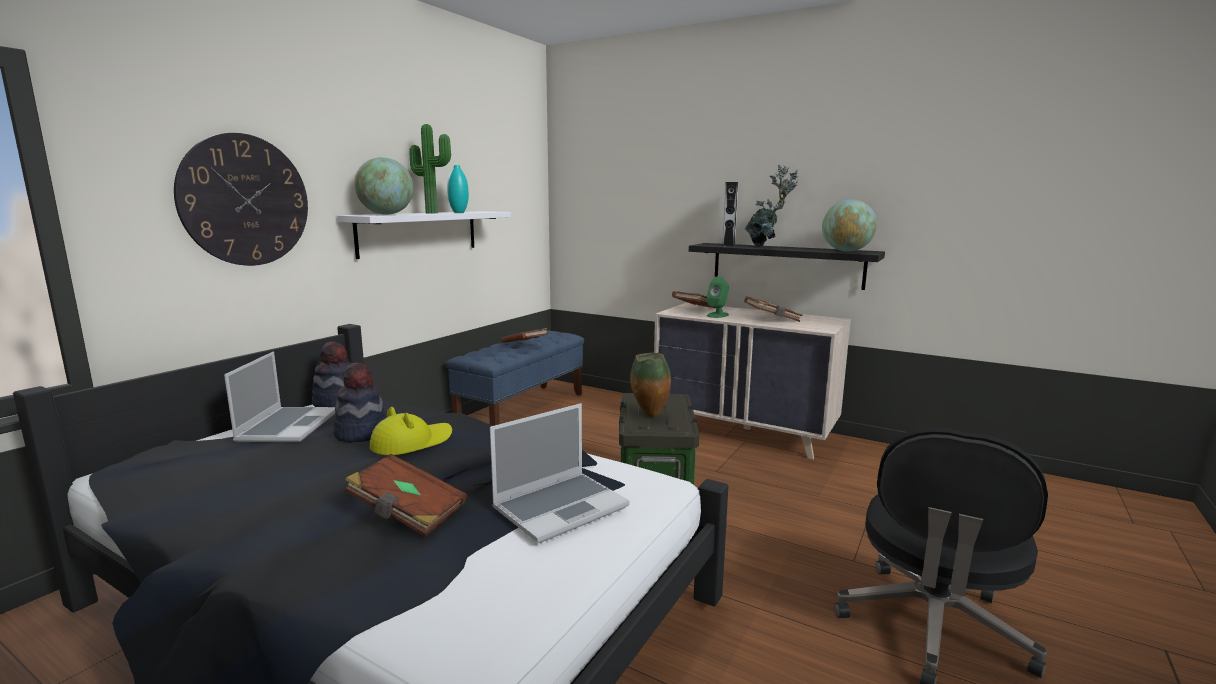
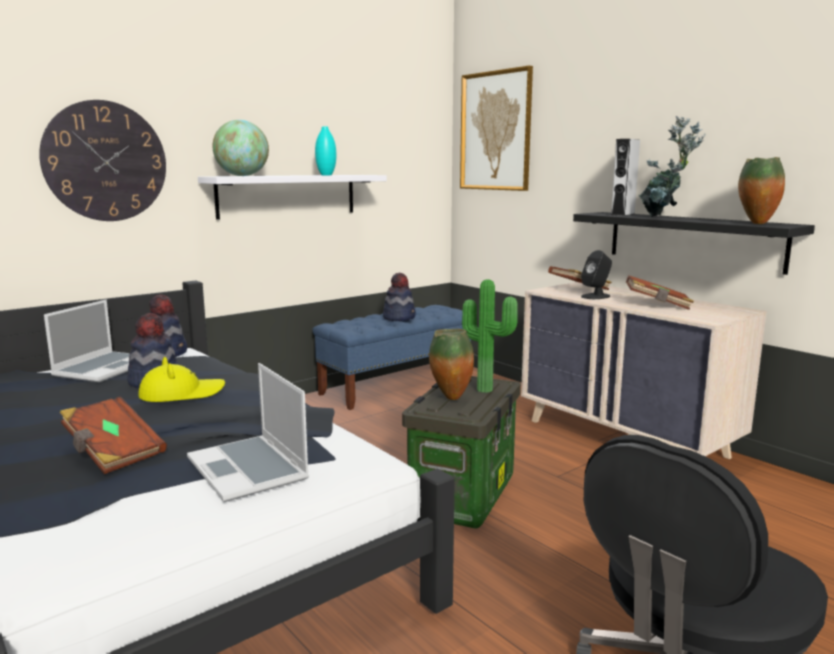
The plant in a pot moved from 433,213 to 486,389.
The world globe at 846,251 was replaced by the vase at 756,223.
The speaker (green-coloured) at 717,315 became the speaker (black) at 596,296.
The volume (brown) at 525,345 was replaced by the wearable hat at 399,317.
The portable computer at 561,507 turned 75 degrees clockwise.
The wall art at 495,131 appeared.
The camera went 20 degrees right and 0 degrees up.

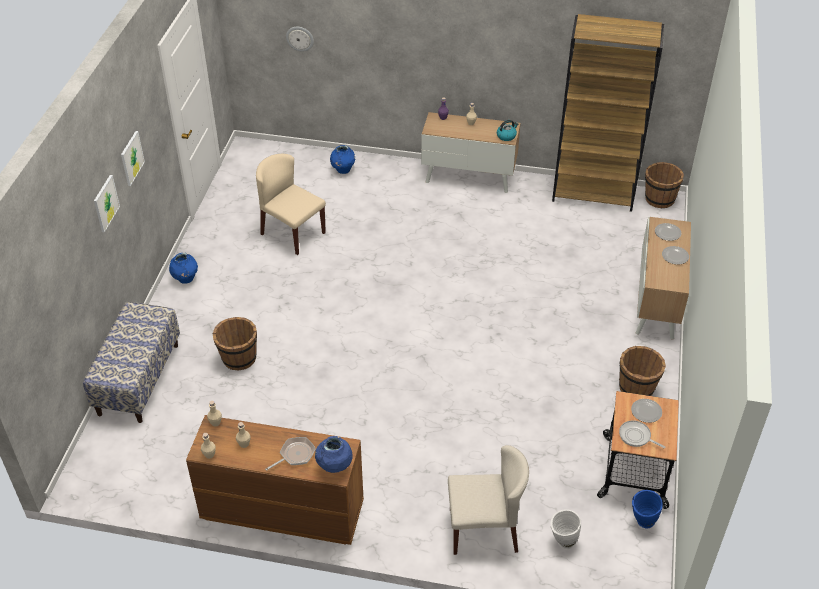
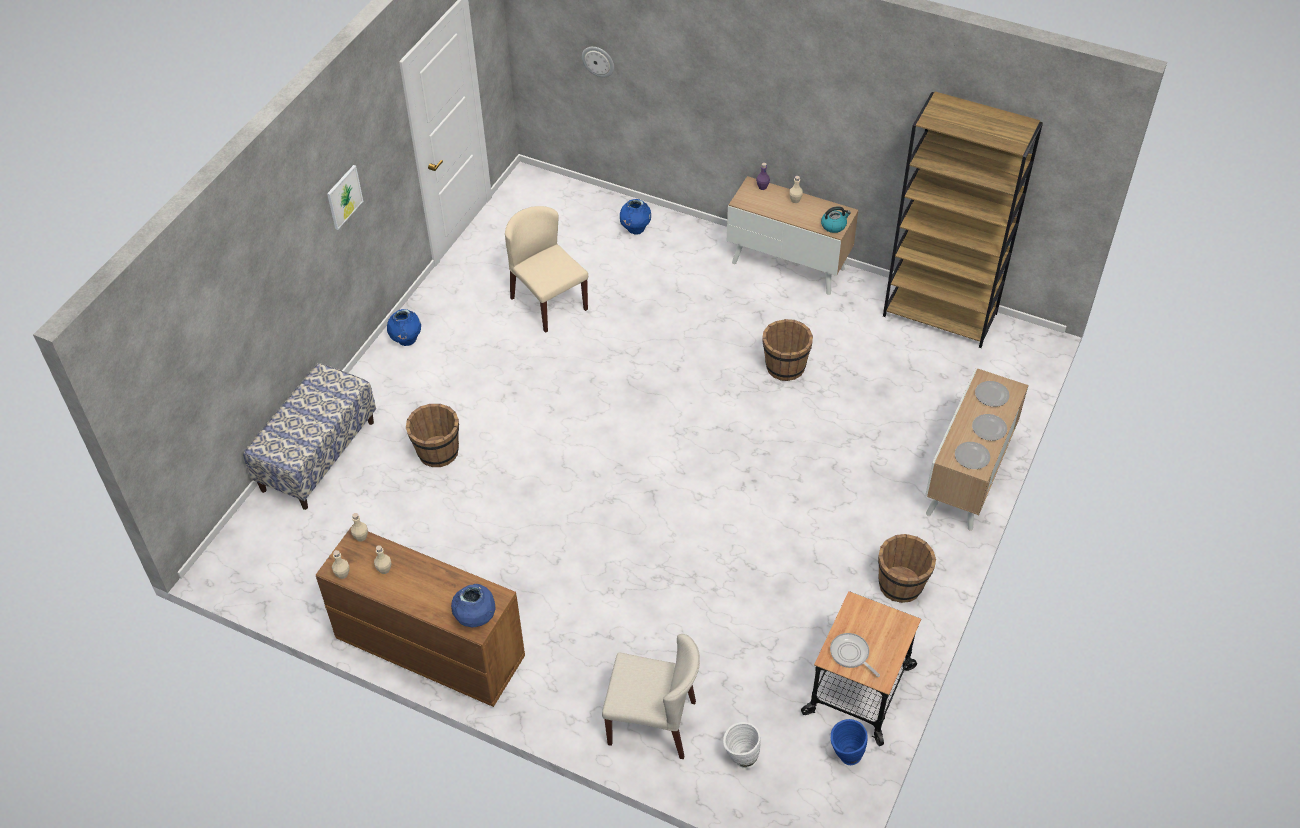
The bucket (brown) moved from 659,199 to 785,366.
The wall art at 106,203 disappeared.
The flat dish moved from 646,411 to 972,457.
The skillet at 295,455 disappeared.
The camera went 15 degrees right and 5 degrees up.

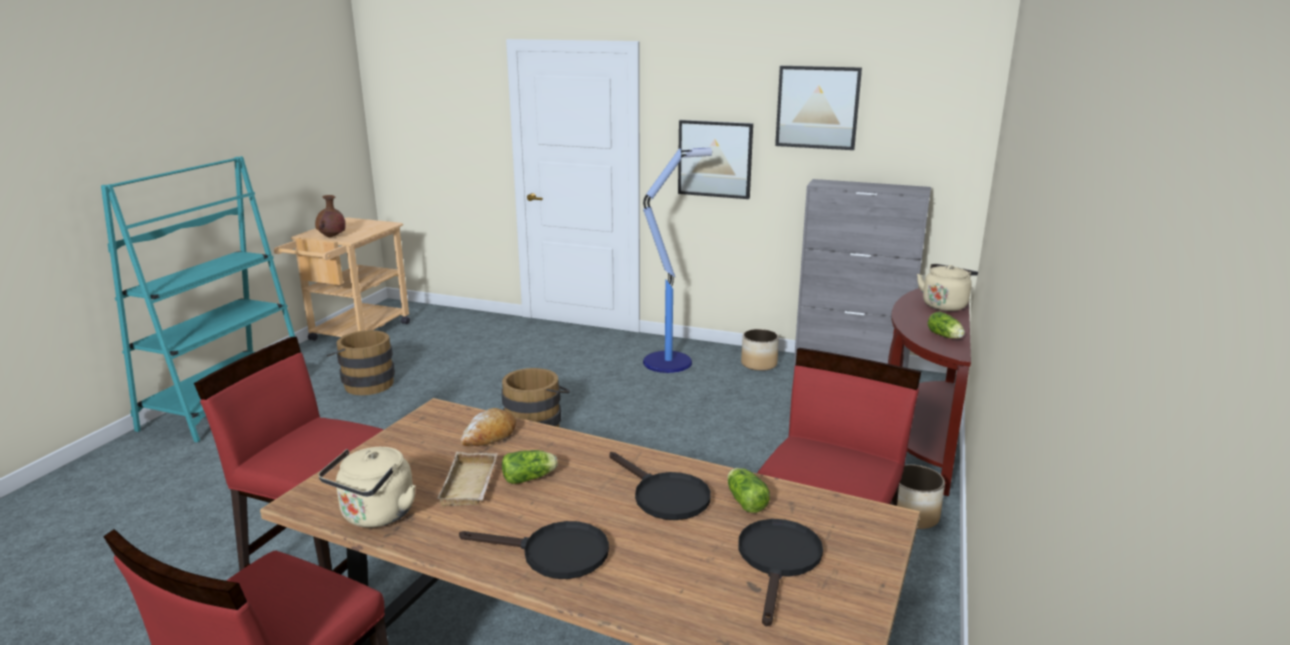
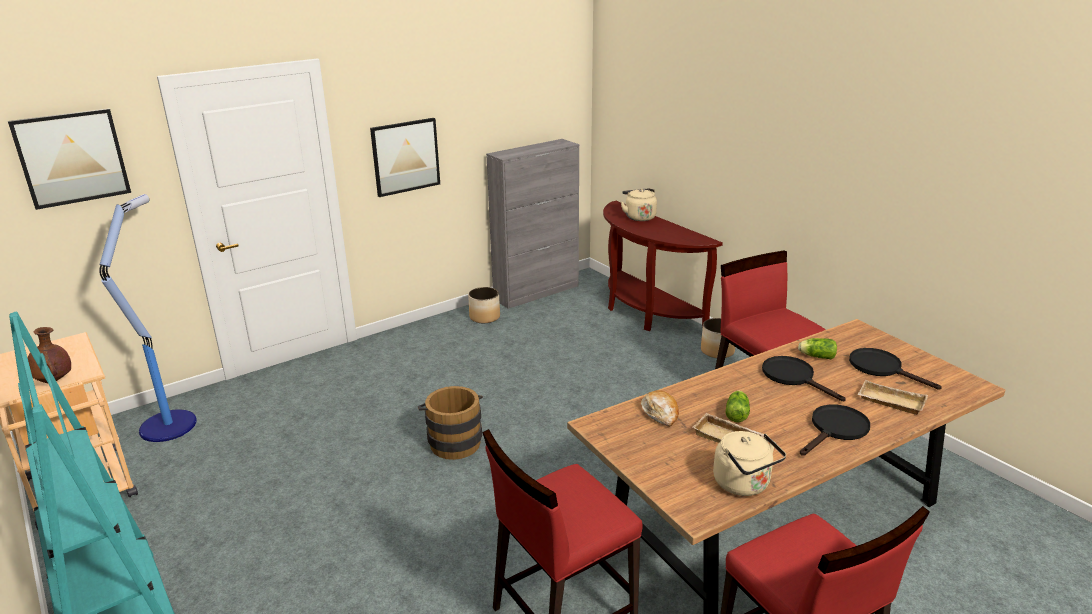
The wall art moved from 817,107 to 72,158.
The standard lamp moved from 669,362 to 169,424.
The head of lettuce at 945,336 disappeared.
The bucket (brown) at 365,383 disappeared.
The skillet (black) at 664,496 turned 120 degrees counterclockwise.
The tray (sand-coloured) at 889,402 appeared.
The camera went 55 degrees left and 5 degrees up.

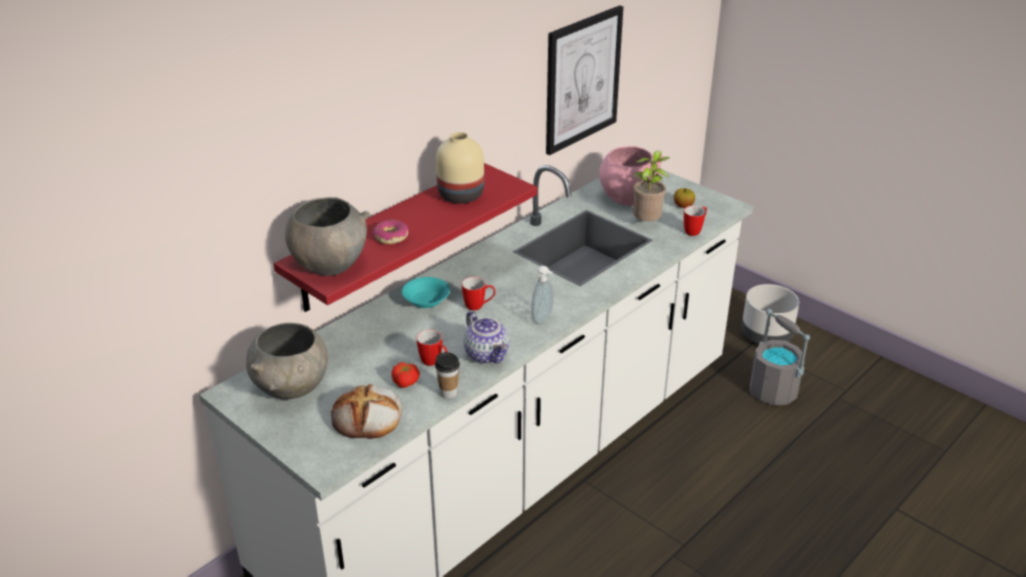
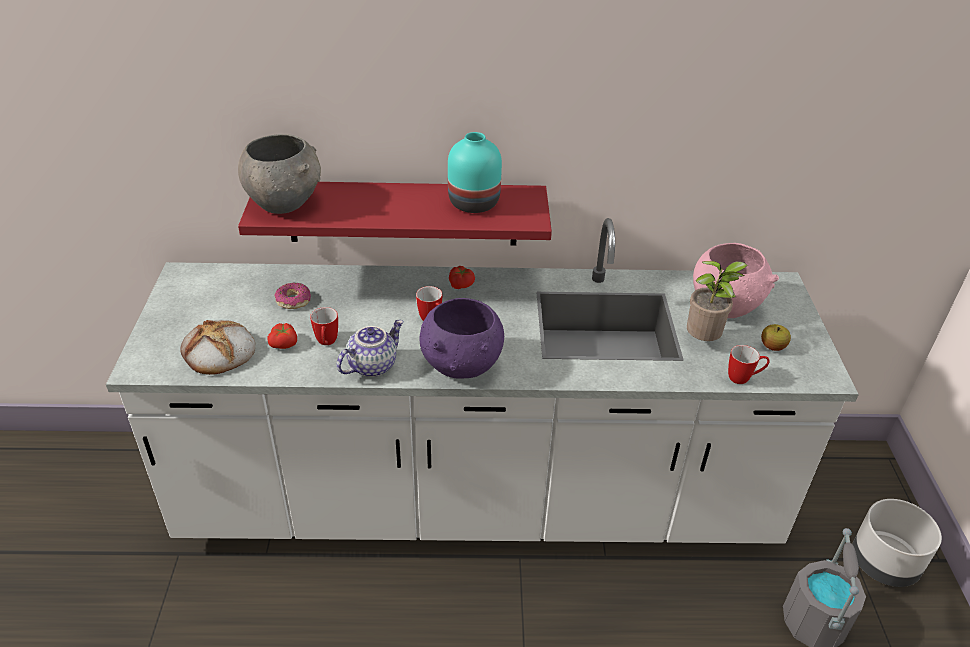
The wall art at 582,79 disappeared.
The vase (sand-coloured) at 461,194 became the vase (turquoise) at 475,202.
The ring doughnut moved from 391,237 to 293,300.
The soap dispenser at 543,319 was replaced by the deep dish (purple) at 462,366.
The deep dish (turquoise) at 427,301 disappeared.
The tea pot at 488,355 turned 150 degrees counterclockwise.
The deep dish (grey) at 292,388 disappeared.
The drinking cup at 448,393 disappeared.
The tomato at 461,285 appeared.
The camera went 45 degrees right and 5 degrees up.

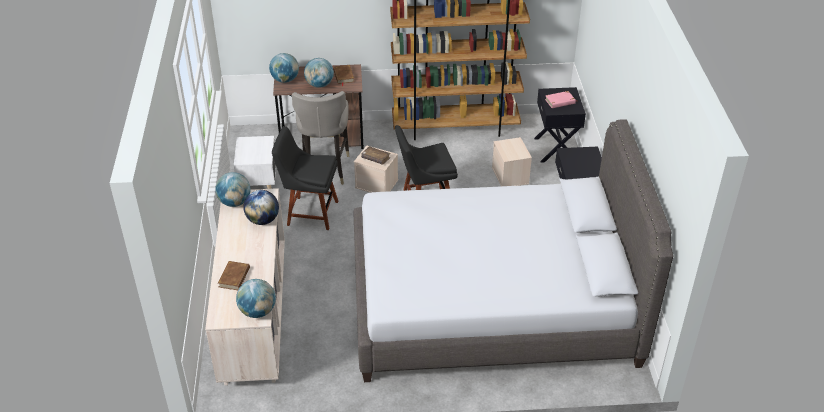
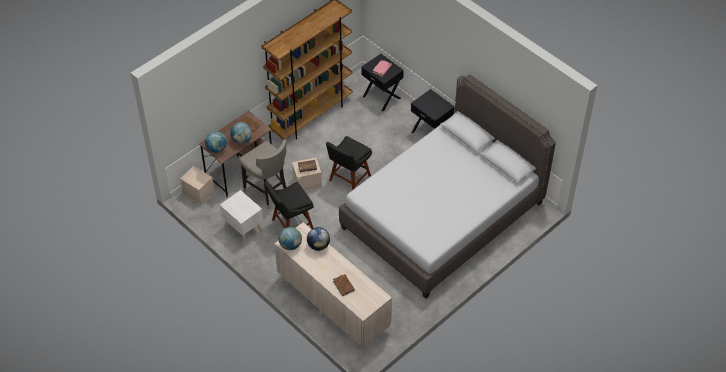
The storage box (sand-coloured) moved from 510,176 to 199,193.
The world globe at 258,311 disappeared.
The camera went 40 degrees left and 10 degrees up.

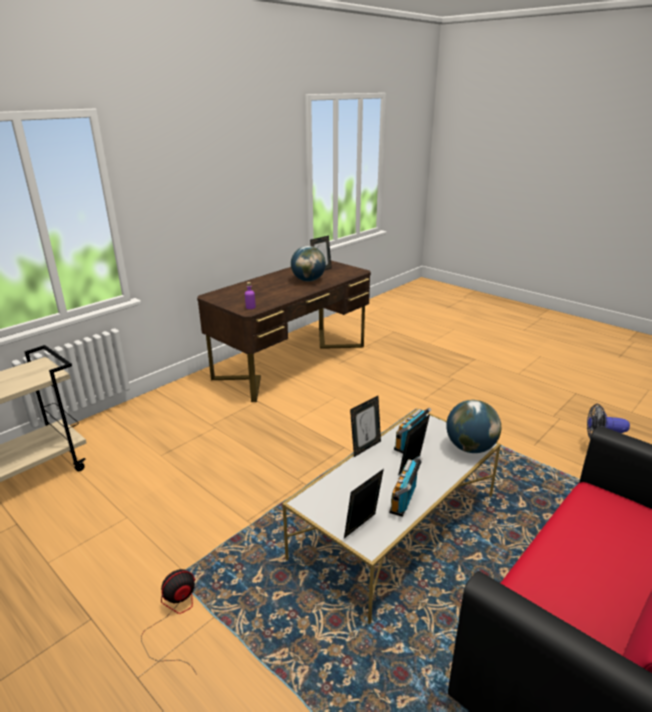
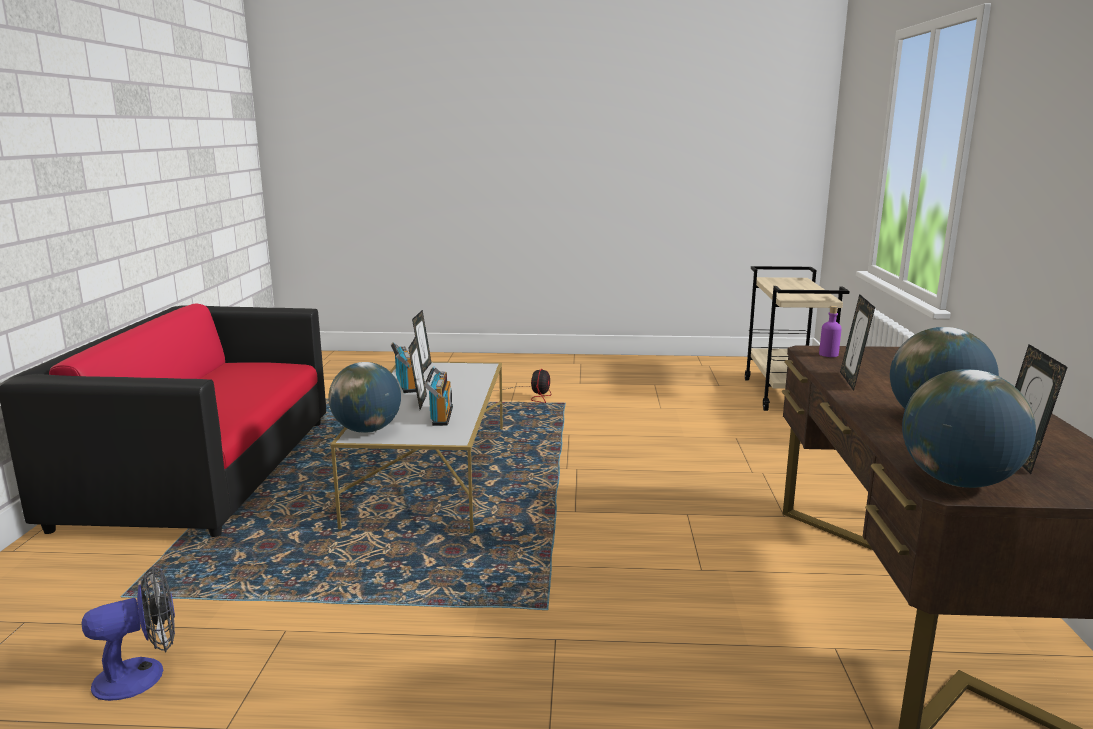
The photo frame moved from 365,447 to 852,381.
The world globe at 958,482 appeared.
The camera went 140 degrees right and 10 degrees down.

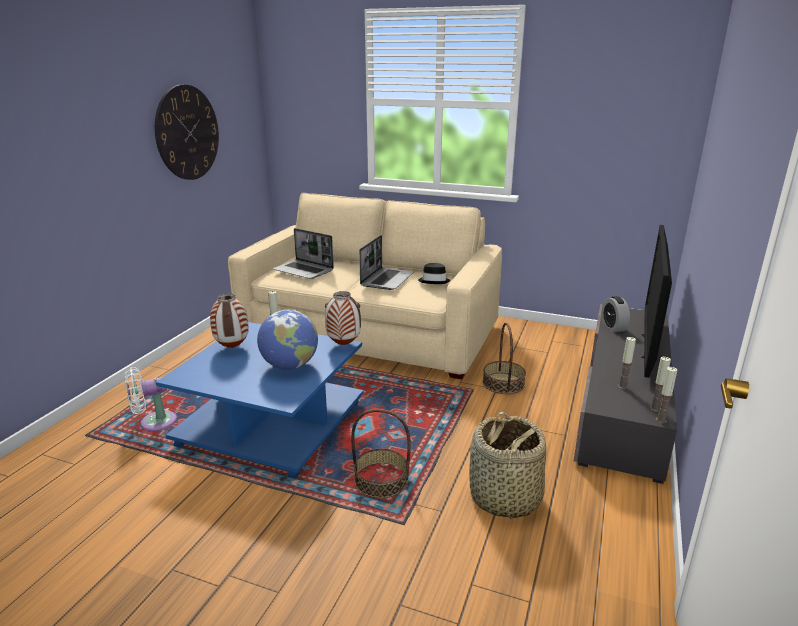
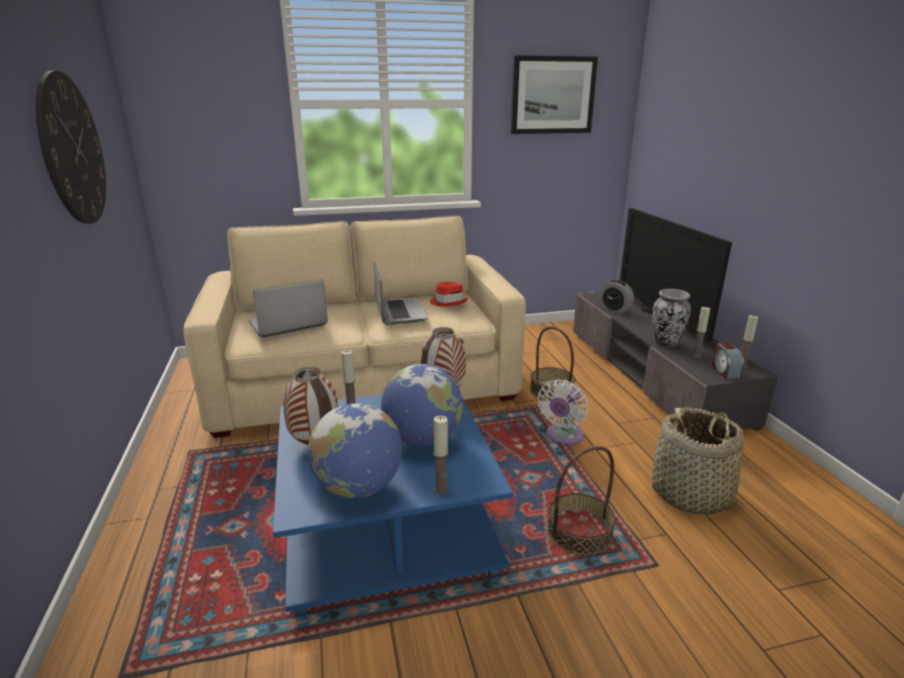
The portable computer at 304,270 turned 150 degrees clockwise.
The wearable hat (black) at 434,281 became the wearable hat (red) at 448,302.
The fan (white) moved from 154,423 to 563,436.
The wax light moved from 661,420 to 441,489.
The wall art at 552,95 appeared.
The vase at 666,343 appeared.
The bedside clock at 725,371 appeared.
The world globe at 358,487 appeared.
The camera went 35 degrees left and 0 degrees up.

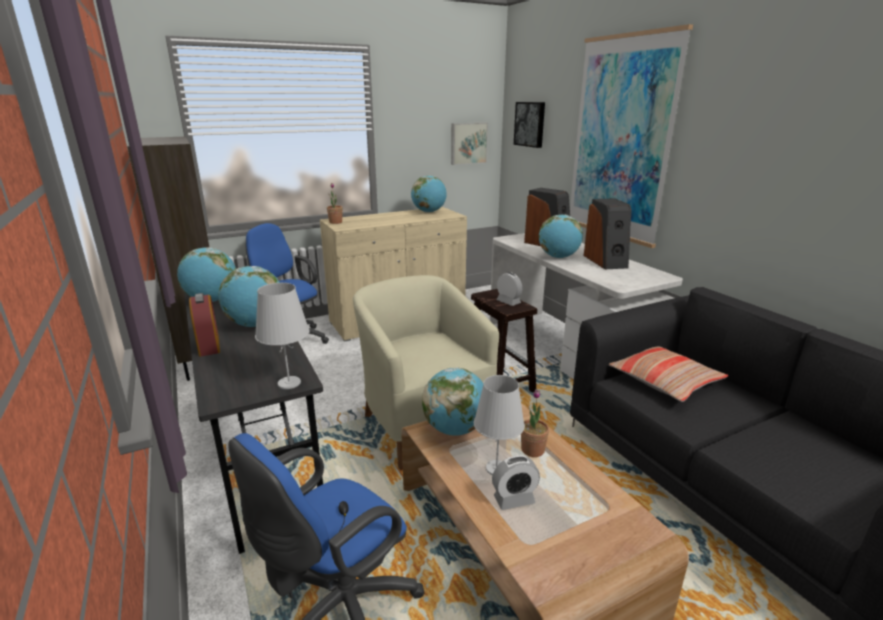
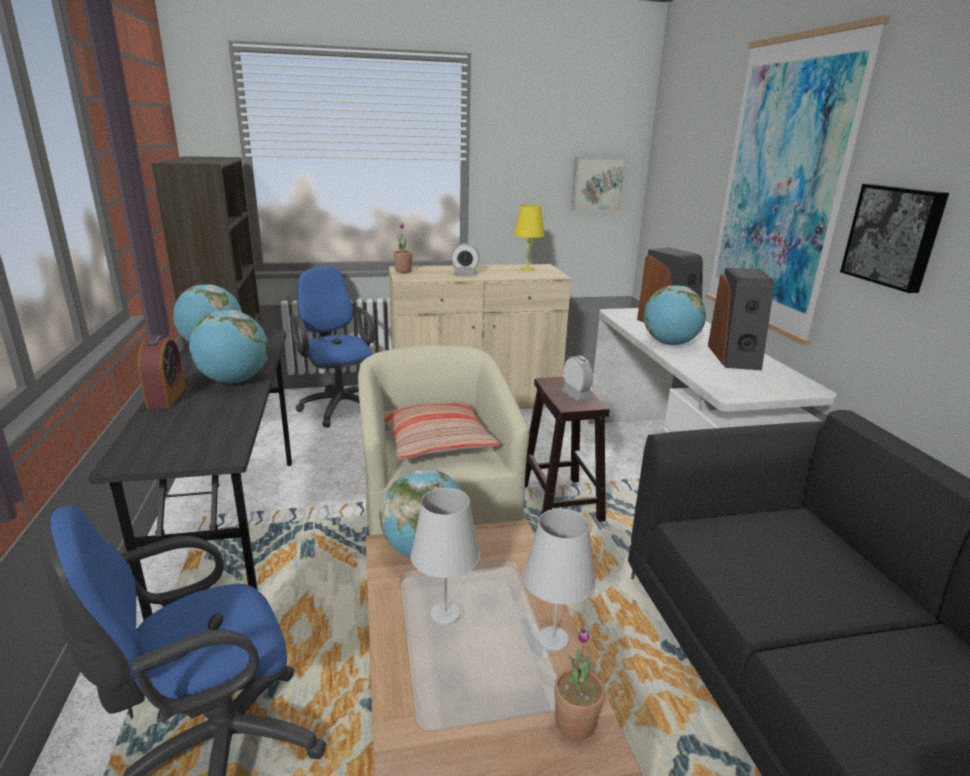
The wall art moved from 530,124 to 894,236.
The world globe at 429,212 was replaced by the table lamp (yellow) at 527,269.
The table lamp (white) moved from 289,383 to 553,639.
The pillow moved from 665,381 to 437,442.
The plant in a pot moved from 532,450 to 575,722.
The bedside clock moved from 514,499 to 465,274.
The camera went 15 degrees right and 0 degrees up.

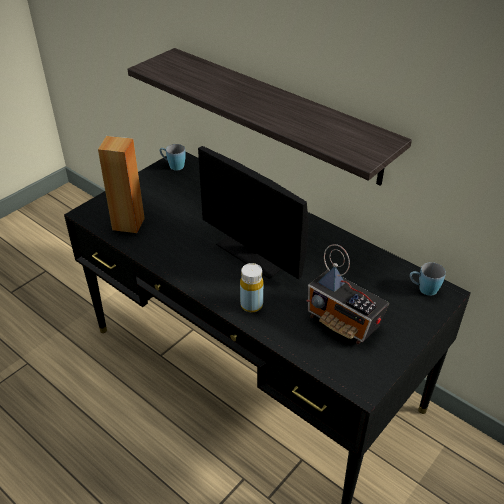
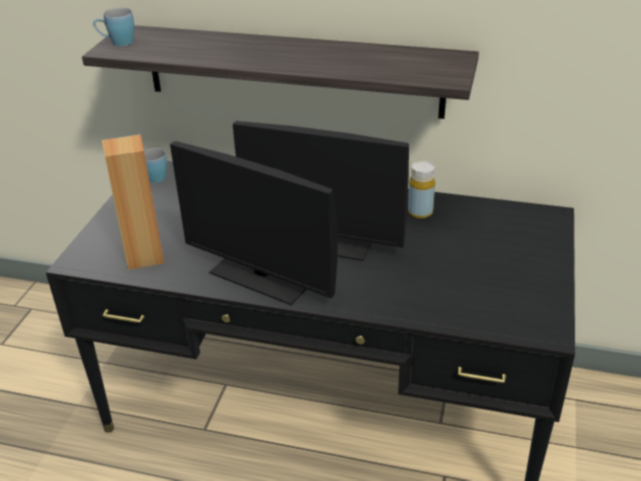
The radio at 343,322 disappeared.
The coffee mug (bluish) moved from 423,289 to 117,43.
The drink bottle (yellow) moved from 251,305 to 420,212.
The monitor at 262,276 appeared.
The camera went 25 degrees left and 5 degrees down.

